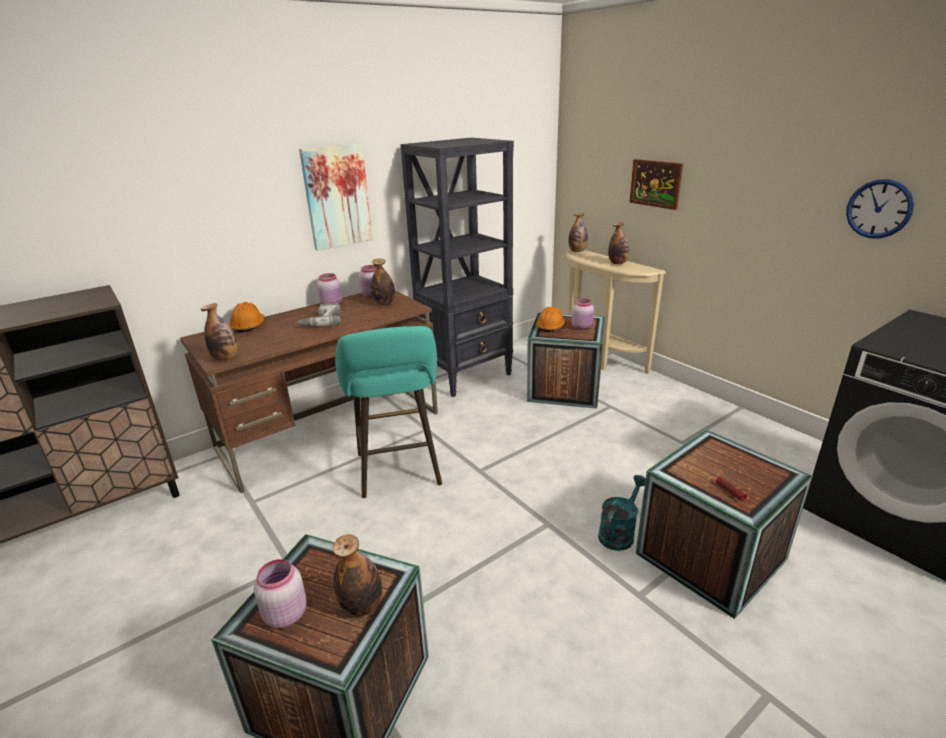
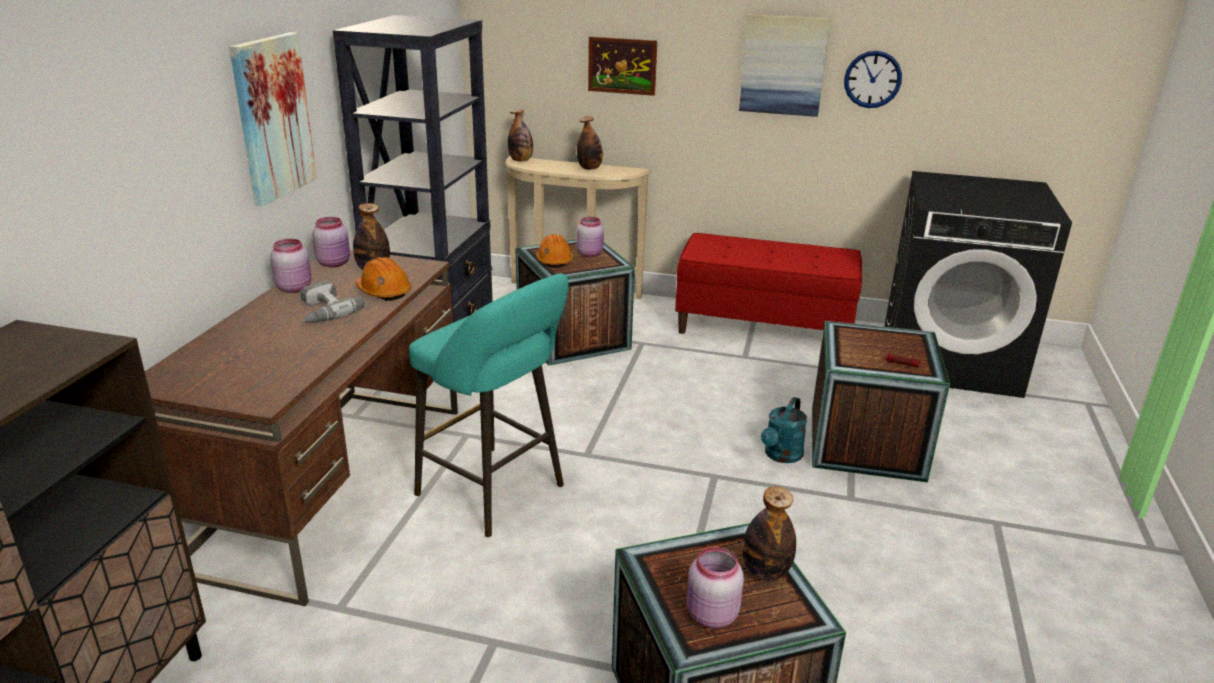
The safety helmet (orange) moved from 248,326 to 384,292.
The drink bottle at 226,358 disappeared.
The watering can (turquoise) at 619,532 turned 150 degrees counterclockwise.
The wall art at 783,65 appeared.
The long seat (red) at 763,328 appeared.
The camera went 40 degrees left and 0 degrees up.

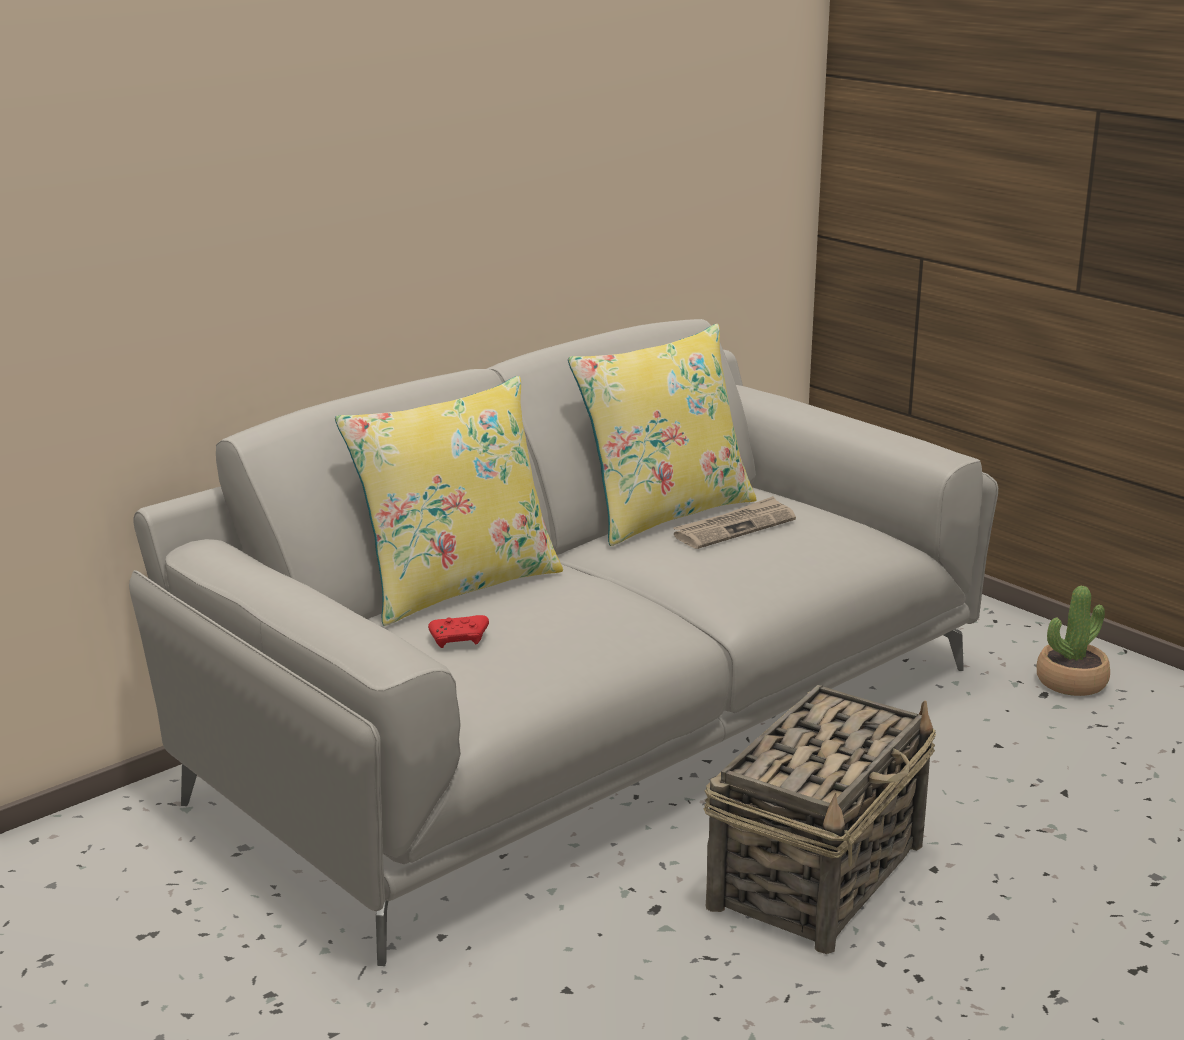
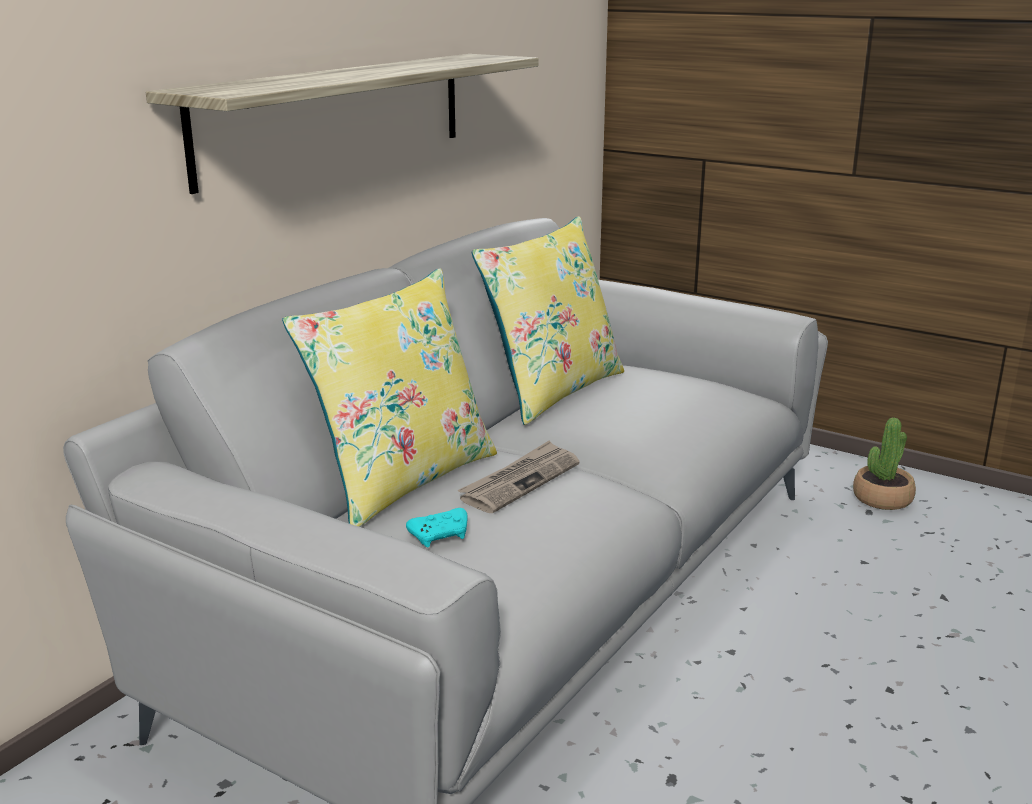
The newspaper moved from 734,527 to 520,481.
The gamepad (red) at 460,640 became the gamepad (turquoise) at 441,536.
The basket at 819,874 disappeared.
The bracket shelf at 336,116 appeared.
The camera went 15 degrees left and 0 degrees up.

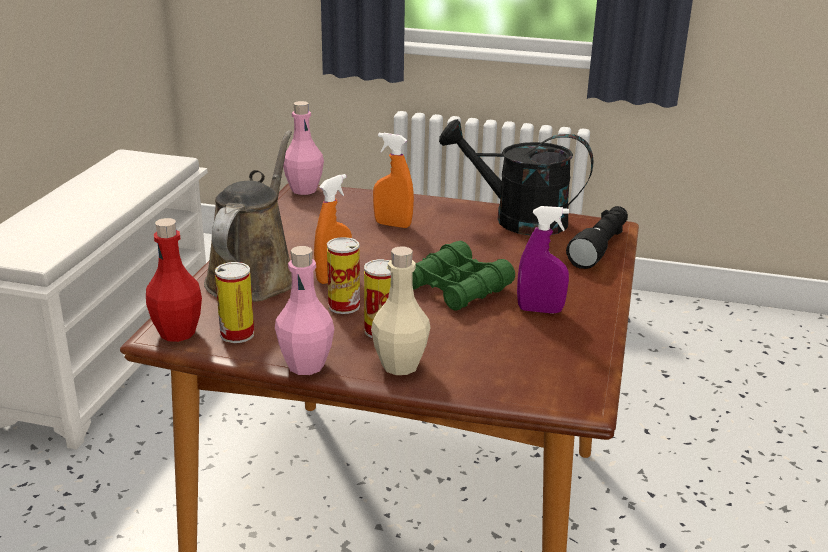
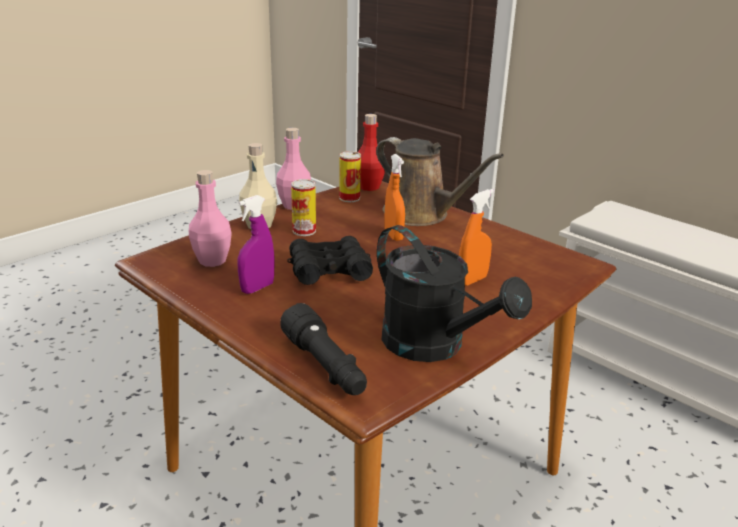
The drink bottle (pink-coloured) moved from 304,190 to 212,260.
The watering can (black) at 517,219 turned 90 degrees clockwise.
The sealed can at 344,306 disappeared.
The binoculars (green-coloured) at 456,288 became the binoculars (black) at 329,270.
The camera went 120 degrees right and 0 degrees up.

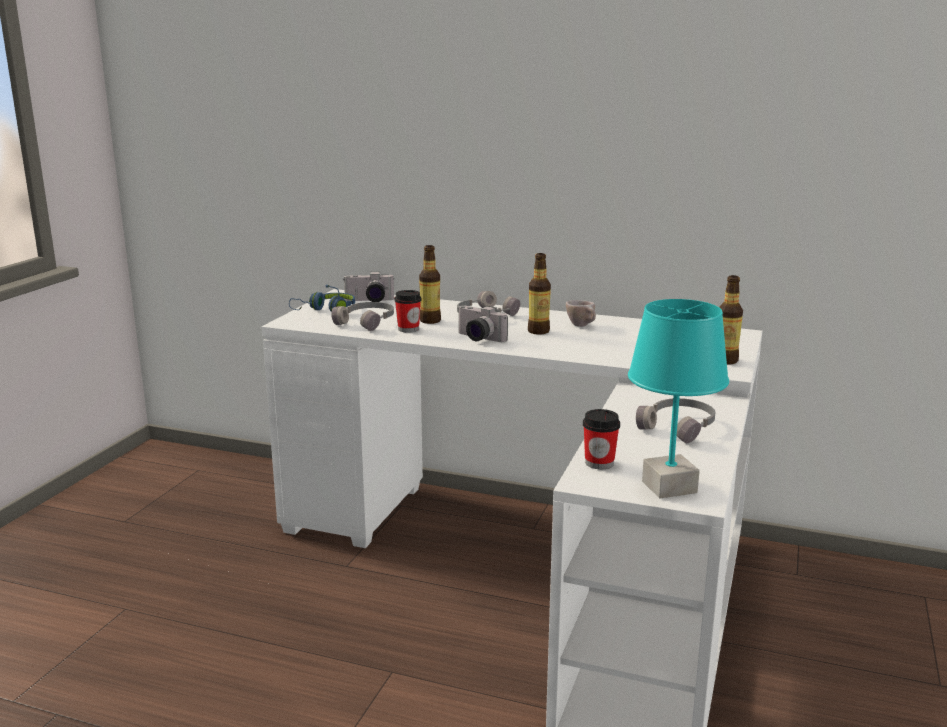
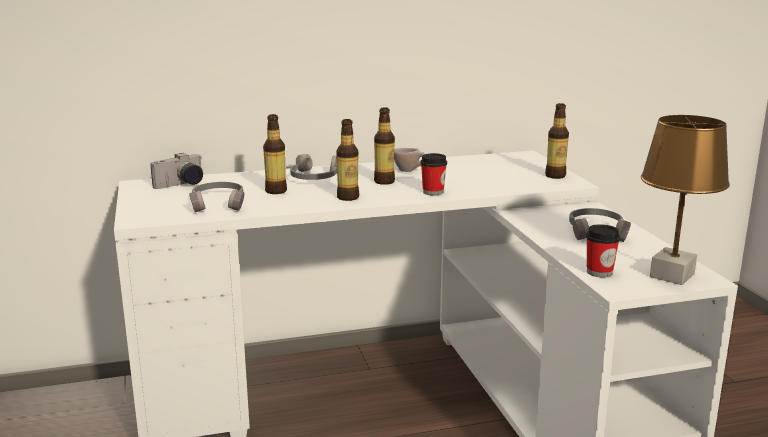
The headset (bluish) at 326,310 disappeared.
The drinking cup moved from 408,329 to 433,192.
The table lamp (turquoise) at 669,487 became the table lamp (brown) at 672,276.
The still camera at 477,338 was replaced by the drink bottle at 348,197.
The camera went 35 degrees left and 0 degrees up.

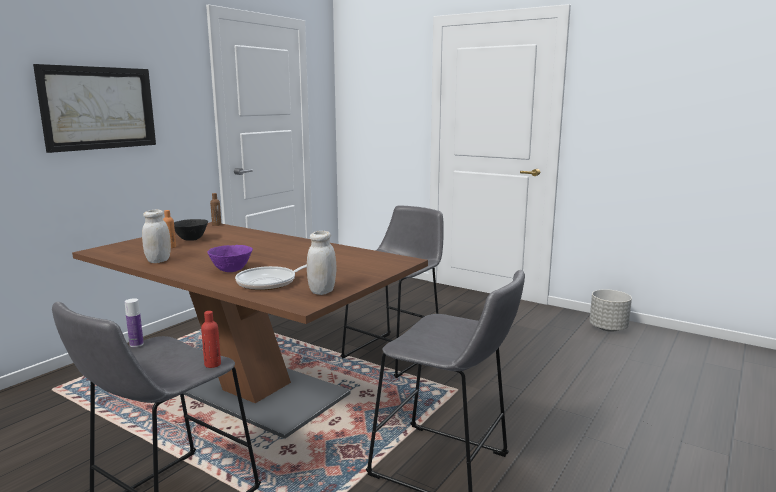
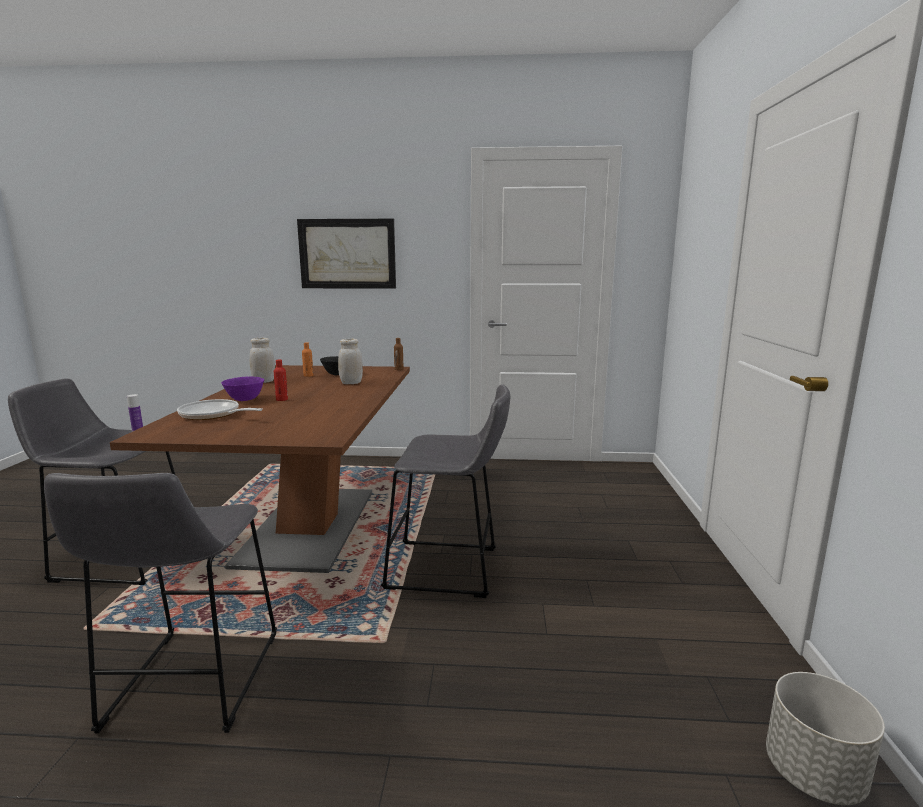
The storage jar (white) moved from 322,291 to 351,383.
The drink bottle (red) moved from 212,364 to 282,399.
The camera went 60 degrees right and 0 degrees up.

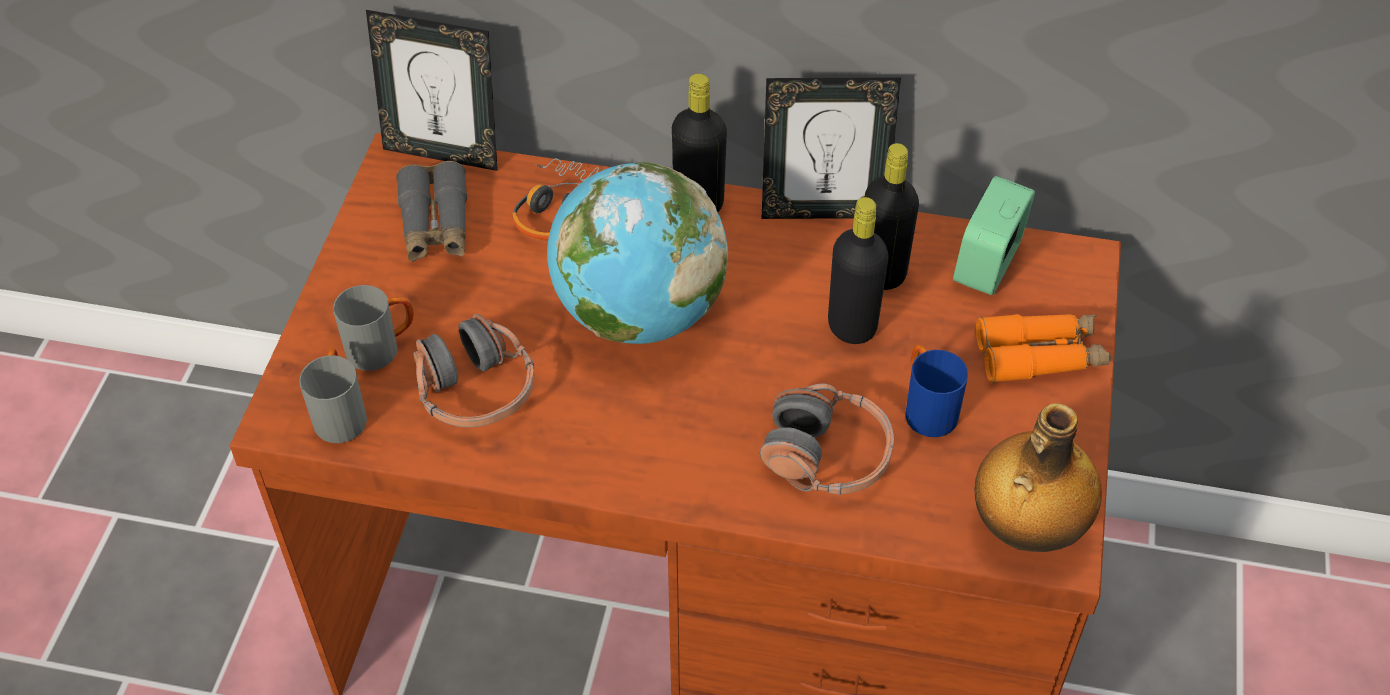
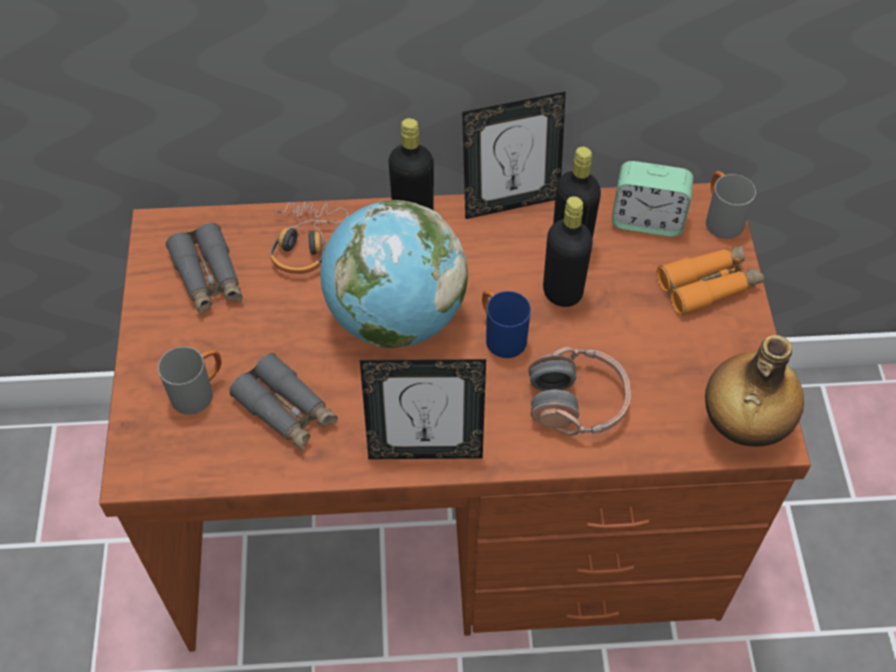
The photo frame moved from 443,153 to 425,450.
The bedside clock at 988,264 turned 90 degrees counterclockwise.
The headset at 475,390 was replaced by the binoculars (grey) at 287,410.
The coffee mug (bluish) moved from 926,408 to 500,336.
The coffee mug (grey) moved from 340,413 to 720,218.
The camera went 15 degrees left and 5 degrees up.

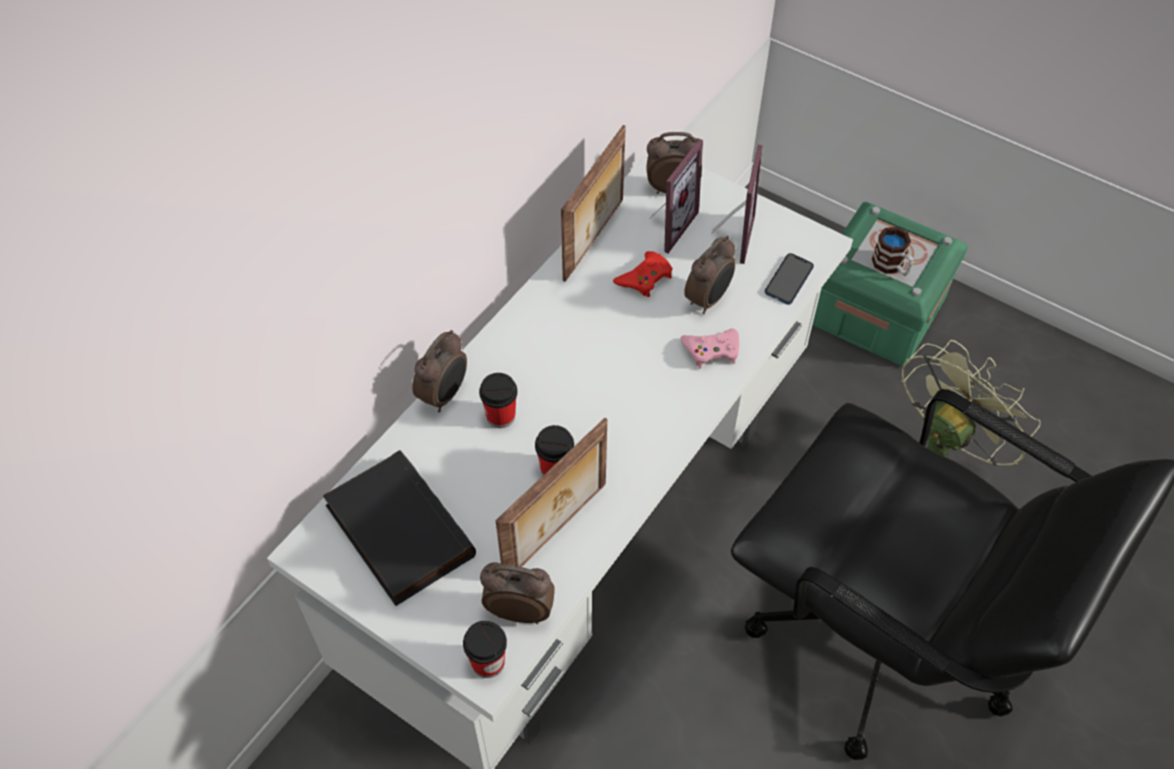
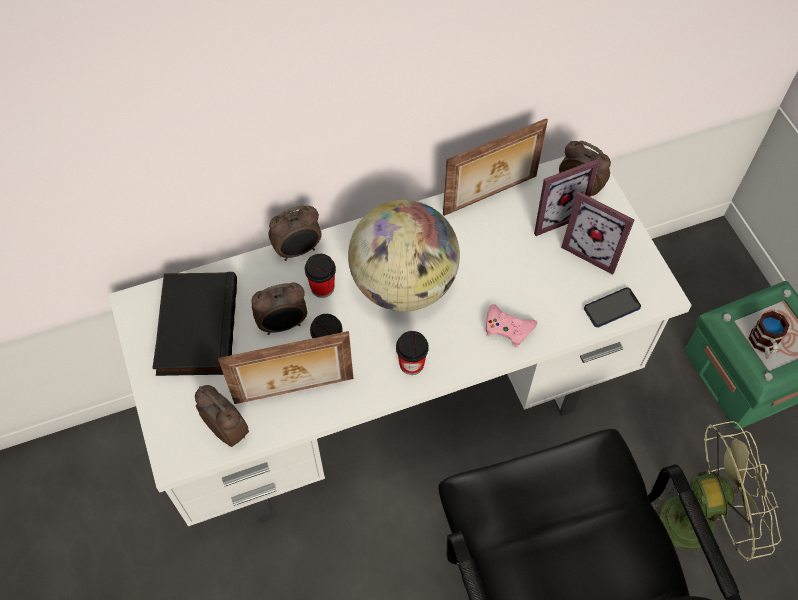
The photo frame at 730,236 turned 75 degrees clockwise.
The bedside clock moved from 708,299 to 283,325.
The gamepad (red) at 645,278 disappeared.
The drinking cup moved from 488,662 to 411,364.
The world globe at 404,285 appeared.
The camera went 35 degrees right and 5 degrees up.

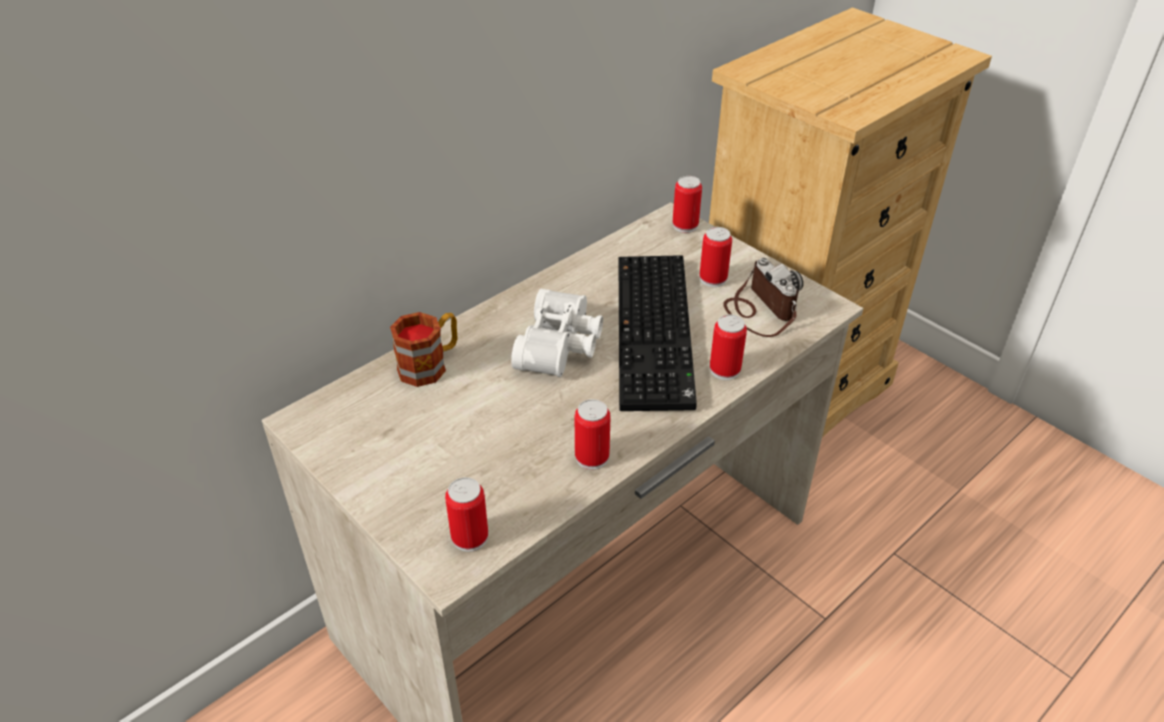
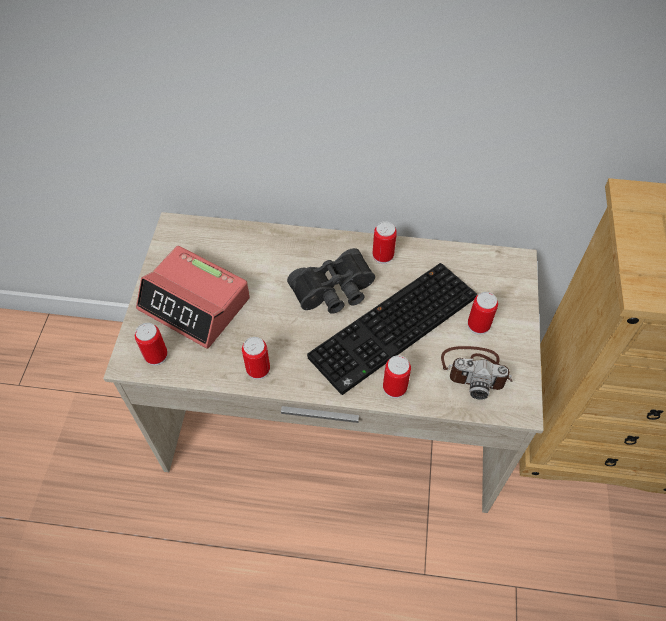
The sealed can moved from 685,226 to 383,255.
The still camera at 760,309 turned 75 degrees clockwise.
The binoculars (white) at 562,346 became the binoculars (black) at 335,292.
The coffee mug at 430,365 disappeared.
The bedside clock at 195,304 appeared.
The camera went 50 degrees right and 15 degrees up.

